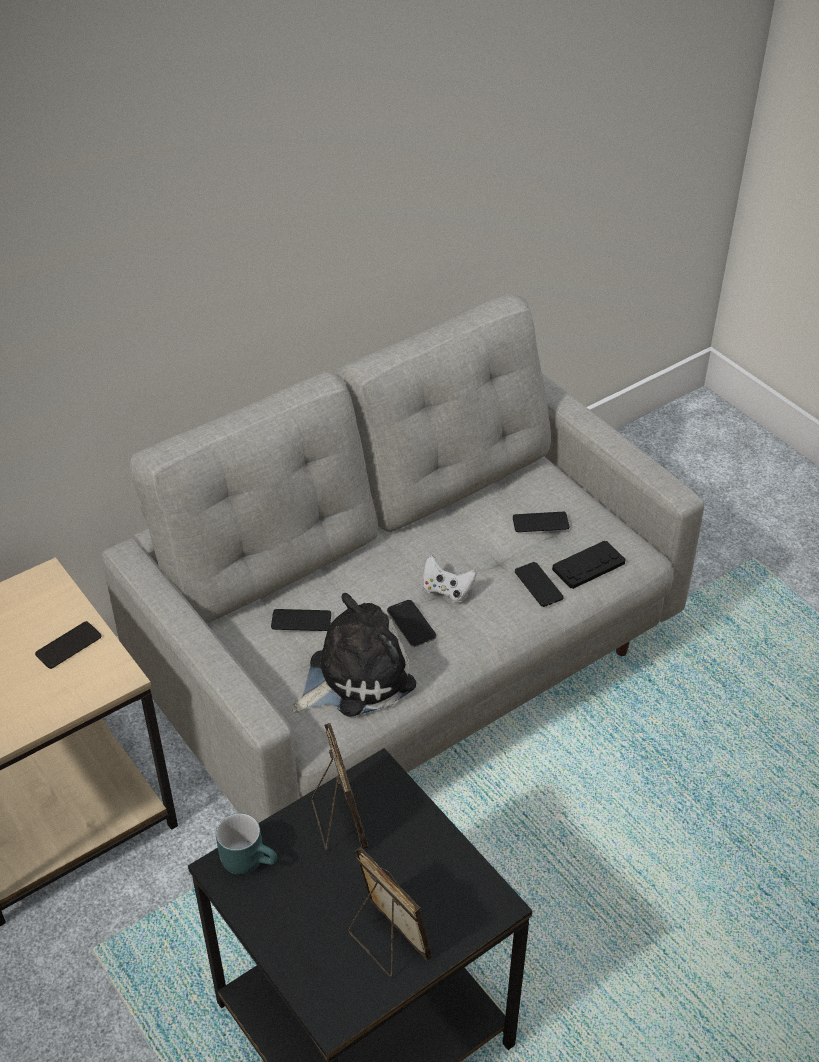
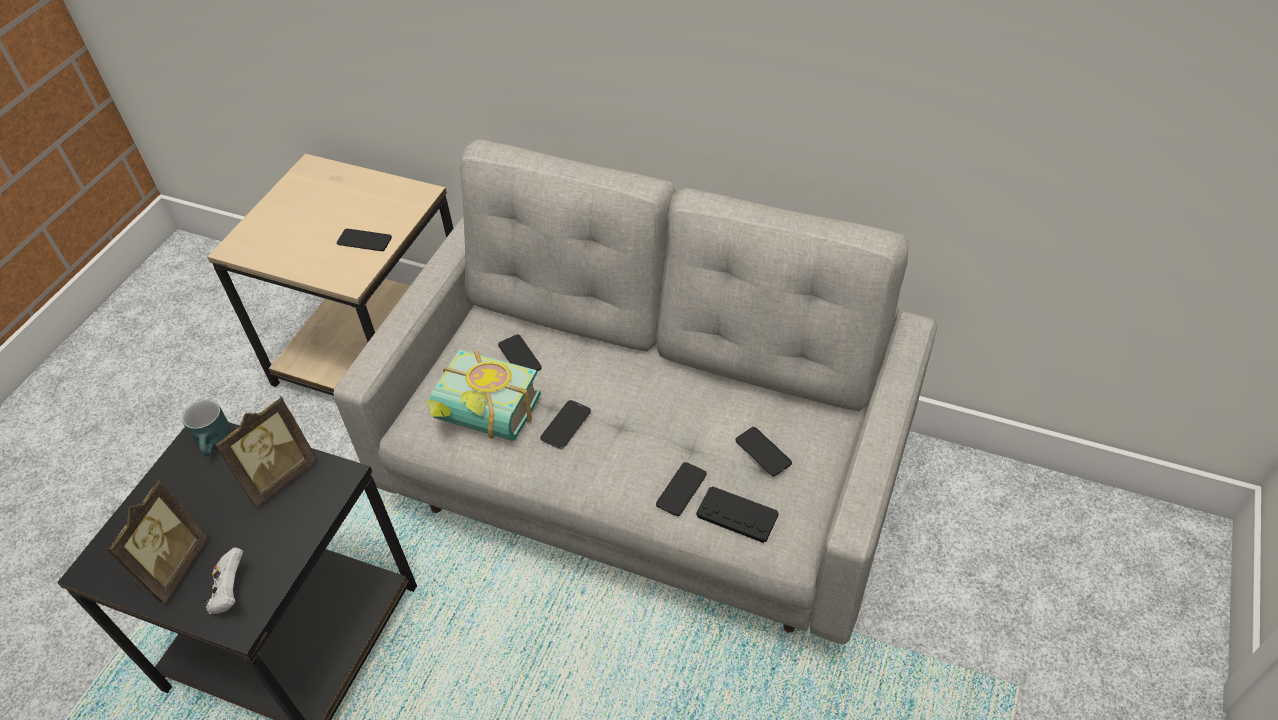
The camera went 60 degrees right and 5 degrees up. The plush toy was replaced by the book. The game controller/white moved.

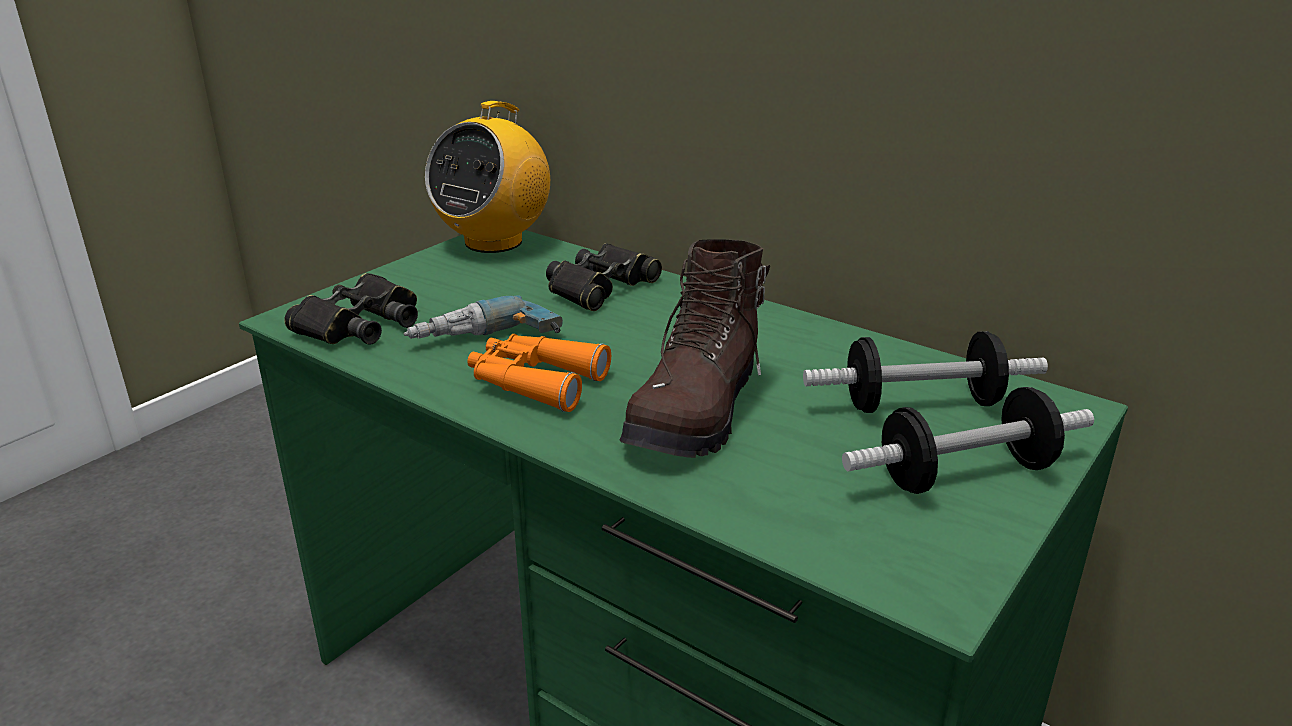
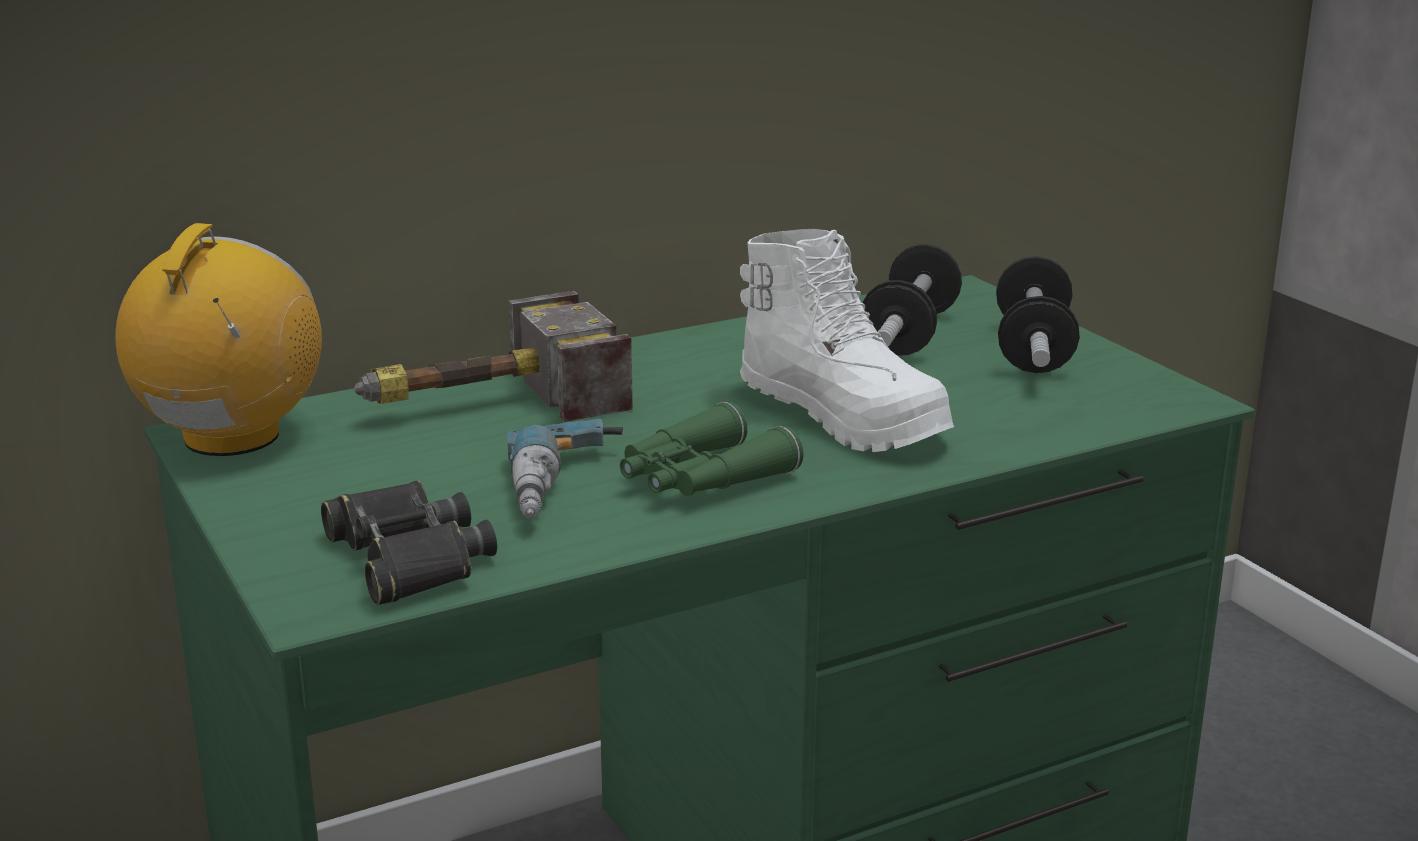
The camera went 65 degrees left and 5 degrees down. The radio turned 135 degrees counterclockwise. The binoculars/orange became the binoculars/green. The binoculars/black (no. 2 from left) was replaced by the hammer. The boot/brown became the boot/white.

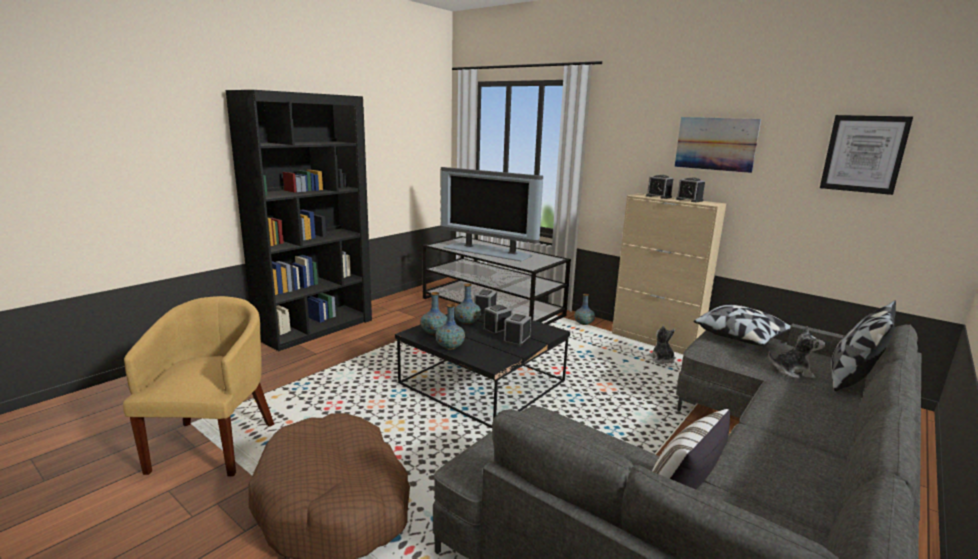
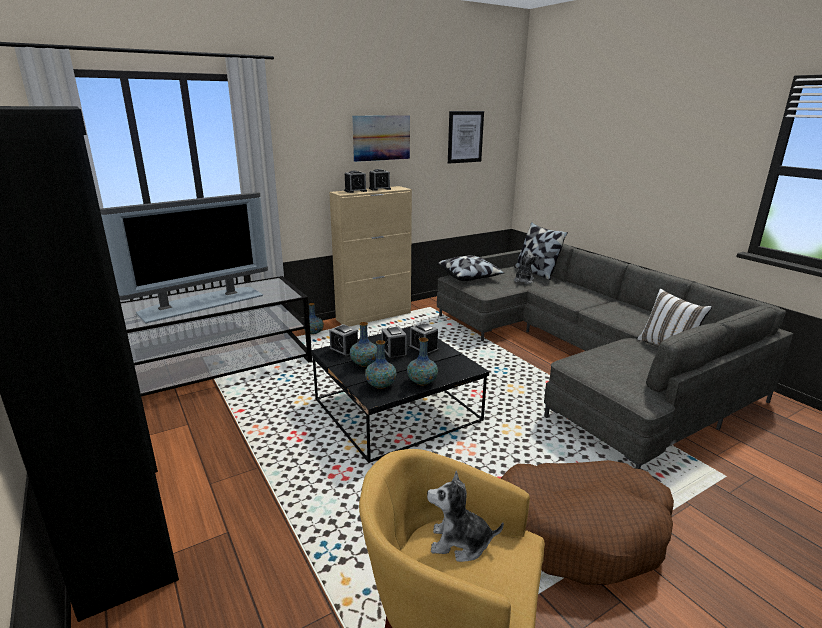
The camera went 70 degrees left and 5 degrees up. The plush toy (no. 1 from left) moved.

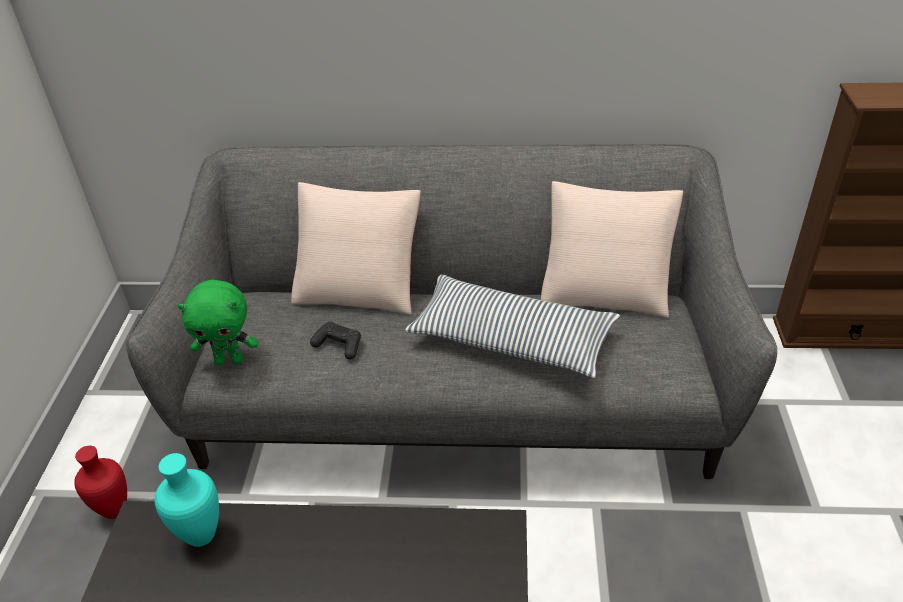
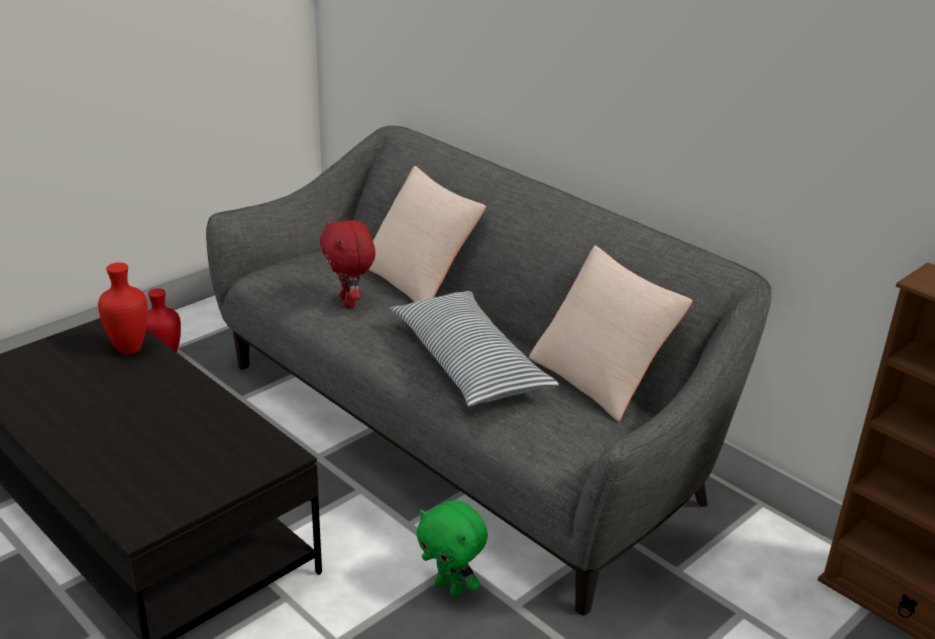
The camera went 40 degrees right and 10 degrees down. The vase/turquoise became the vase/red (no. 1 from left). The plush toy/green moved. The game controller/black was replaced by the plush toy/red.

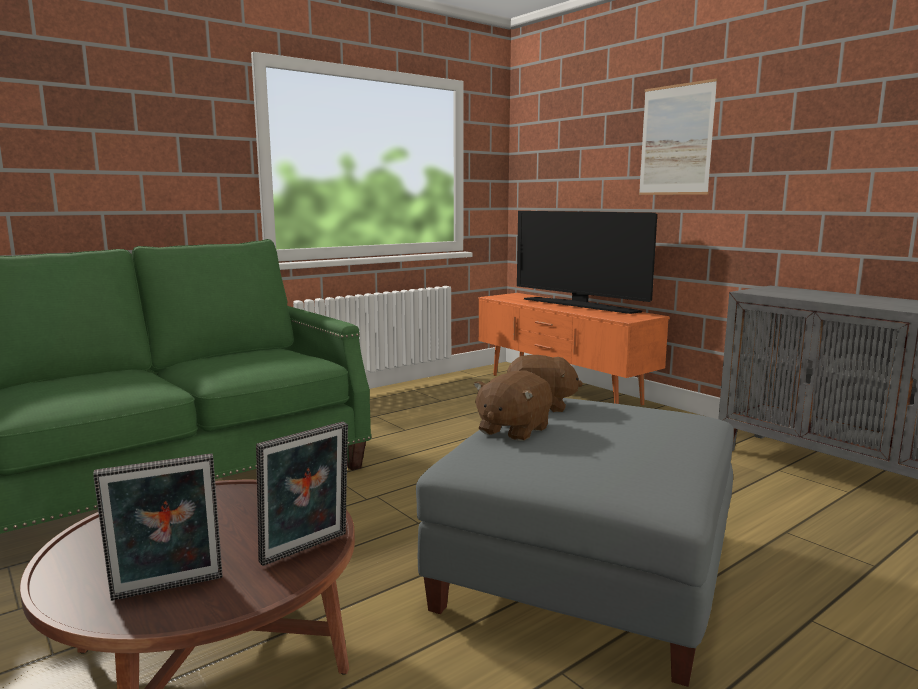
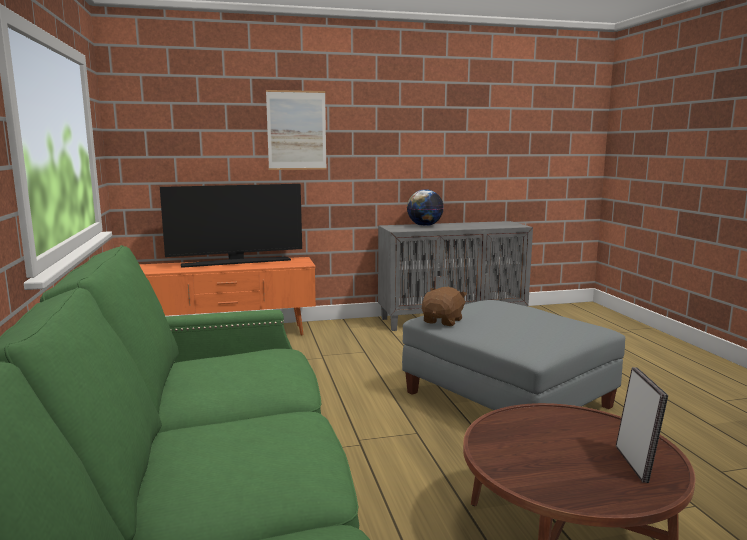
The camera went 65 degrees left and 0 degrees up. The picture frame (no. 2 from left) disappeared. The plush toy/brown (no. 1 from left) disappeared. The globe appeared.

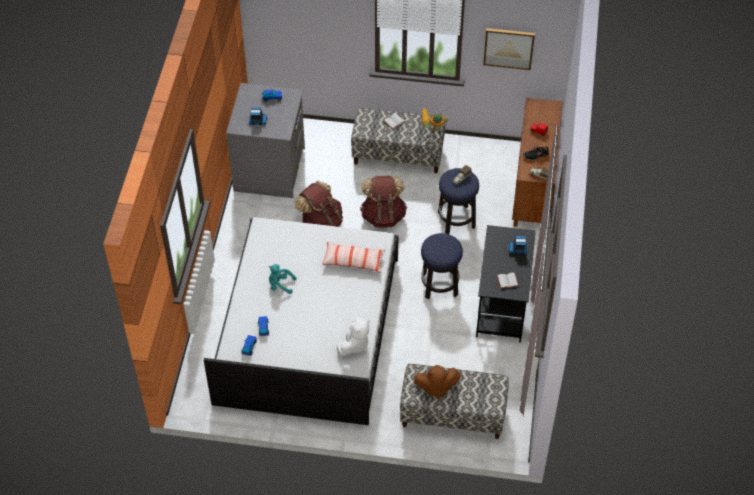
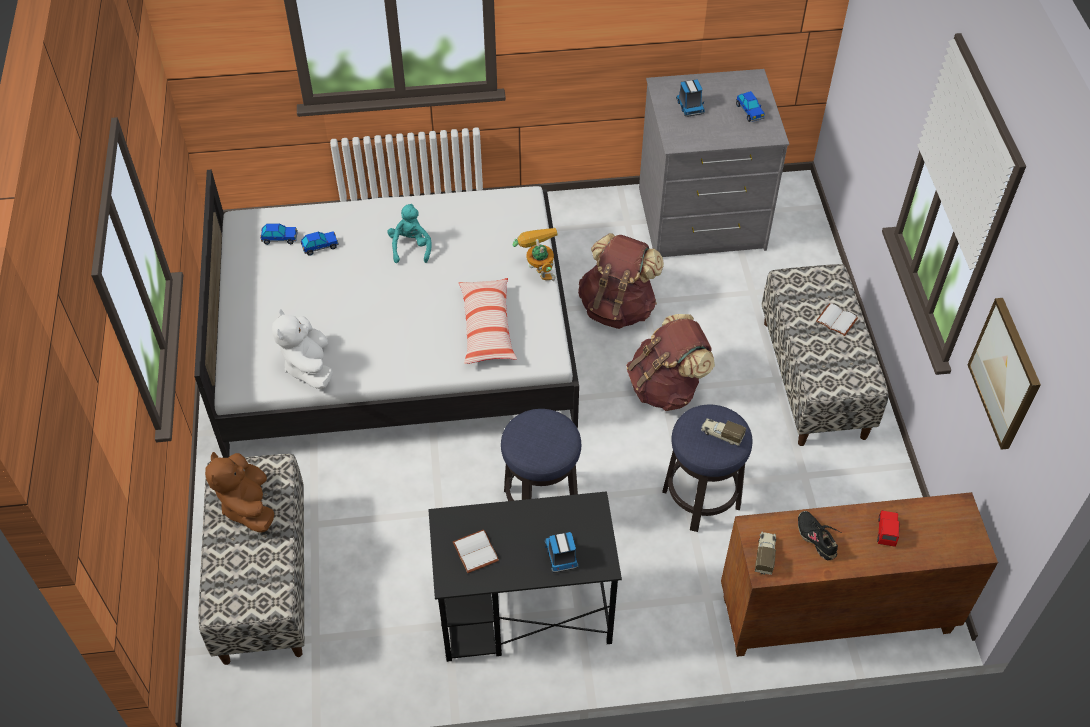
The camera went 75 degrees right and 0 degrees up. The plush toy/white turned 60 degrees clockwise. The toy robot moved.

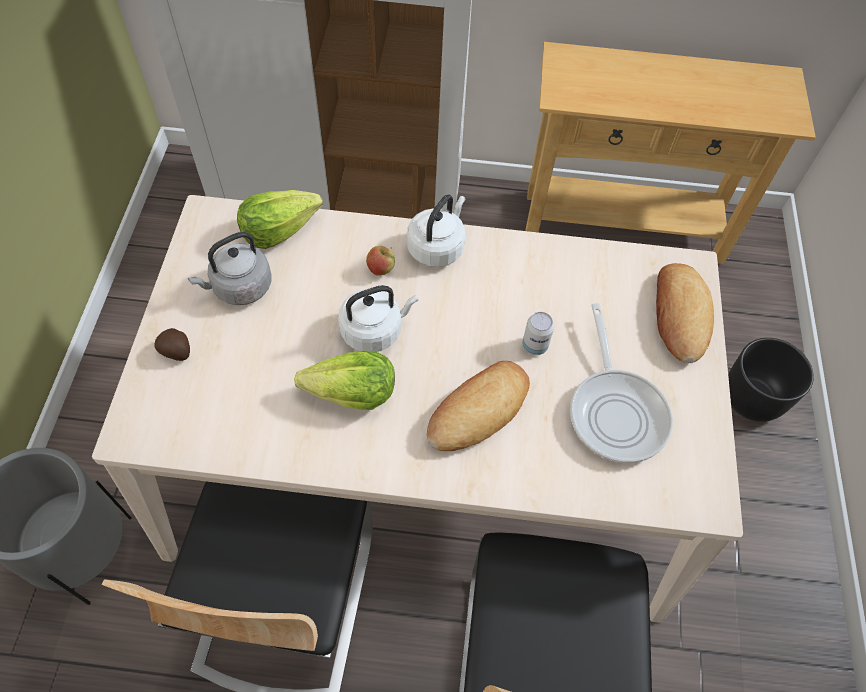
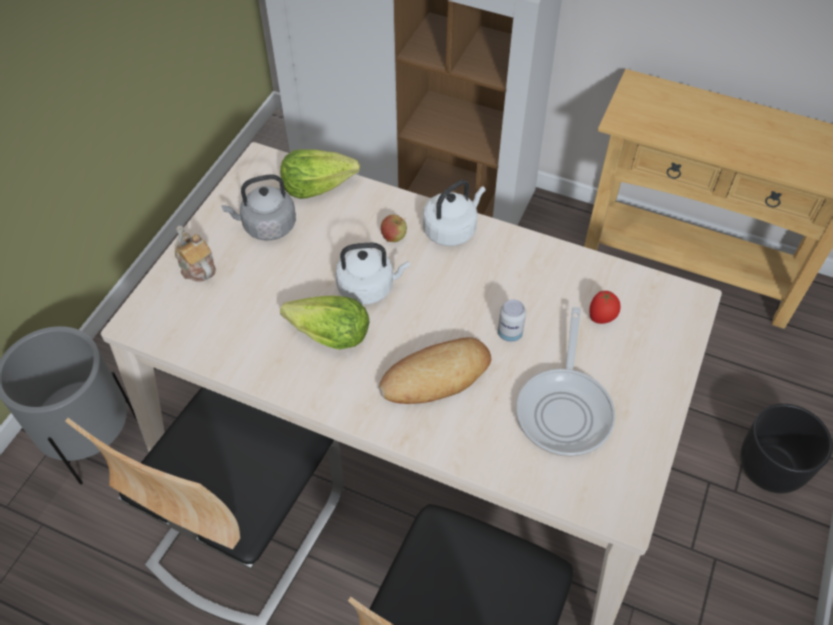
The camera went 20 degrees right and 5 degrees down. The potato was replaced by the teapot. The bread (no. 2 from left) disappeared. The tomato appeared.

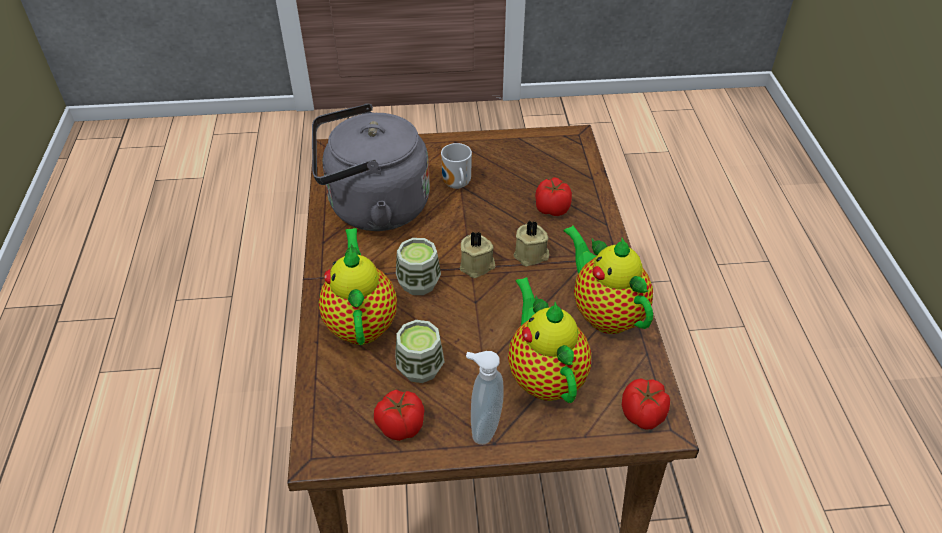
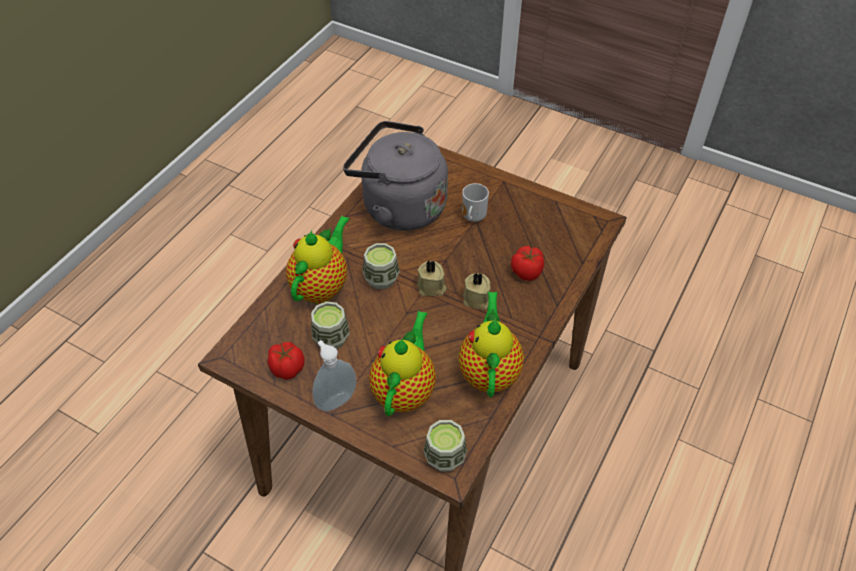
The camera went 35 degrees right and 5 degrees up. The tomato (no. 3 from left) was replaced by the cup (no. 3 from left).

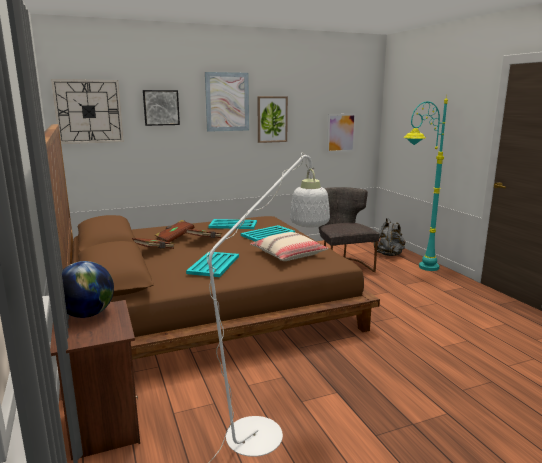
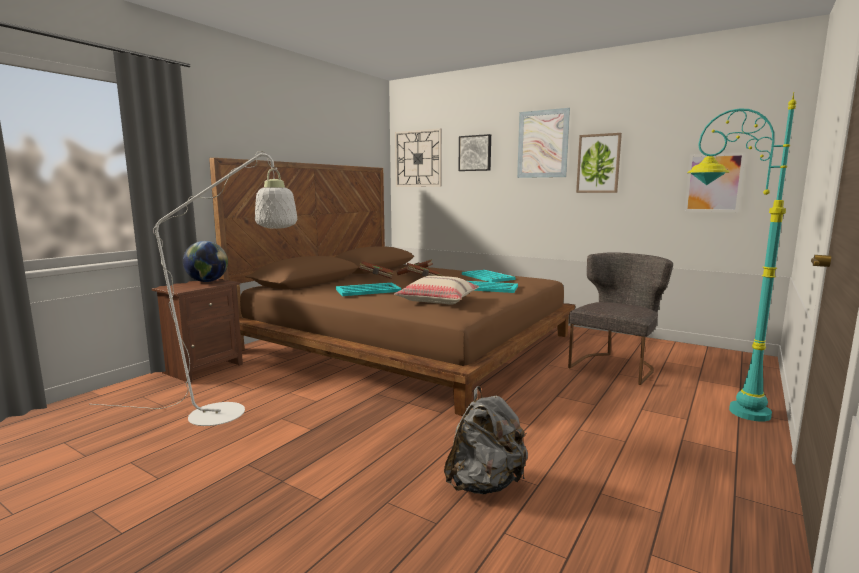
The camera went 55 degrees right and 5 degrees down. The backpack/grey moved.

